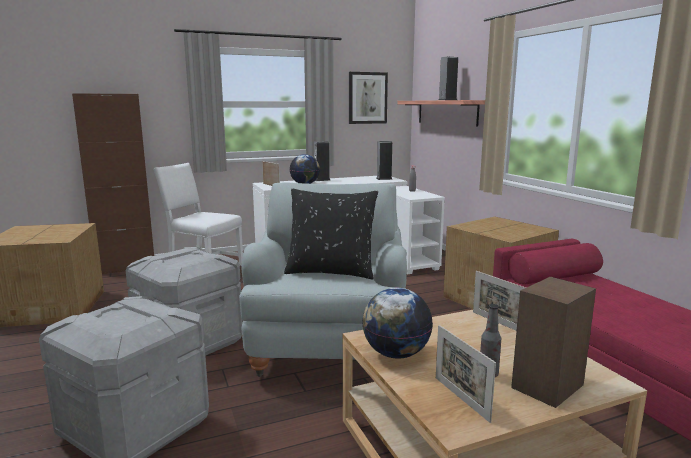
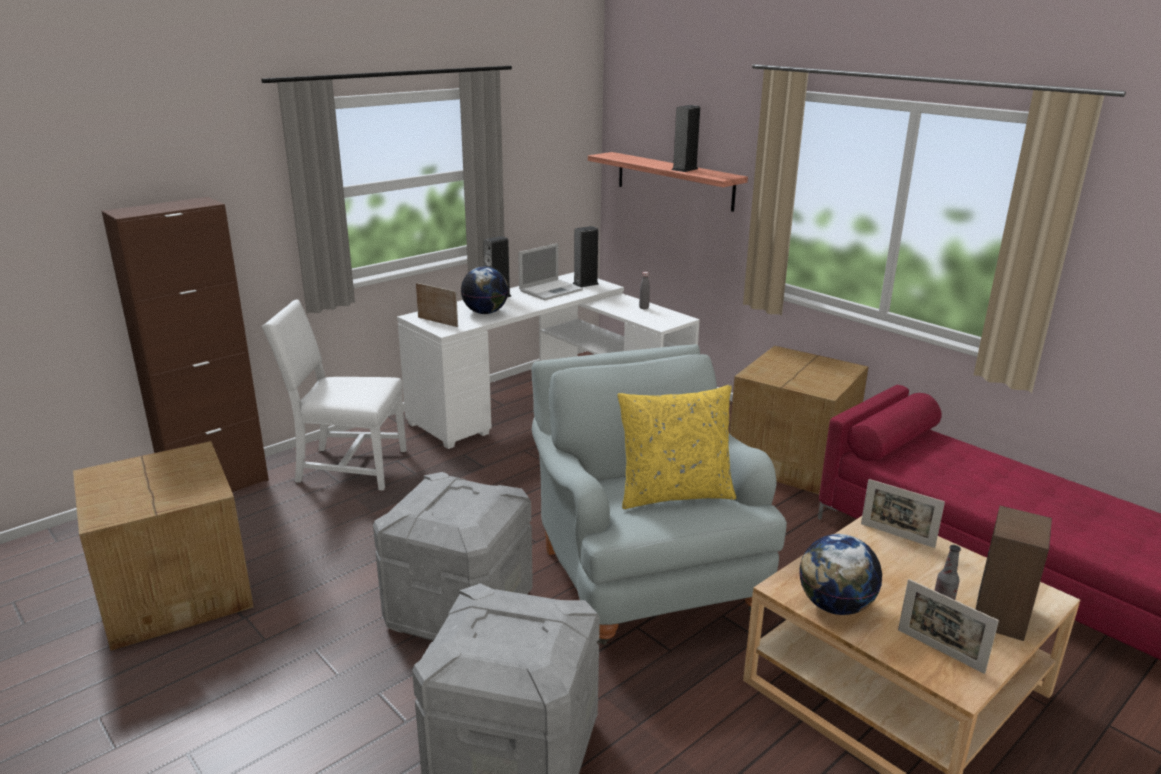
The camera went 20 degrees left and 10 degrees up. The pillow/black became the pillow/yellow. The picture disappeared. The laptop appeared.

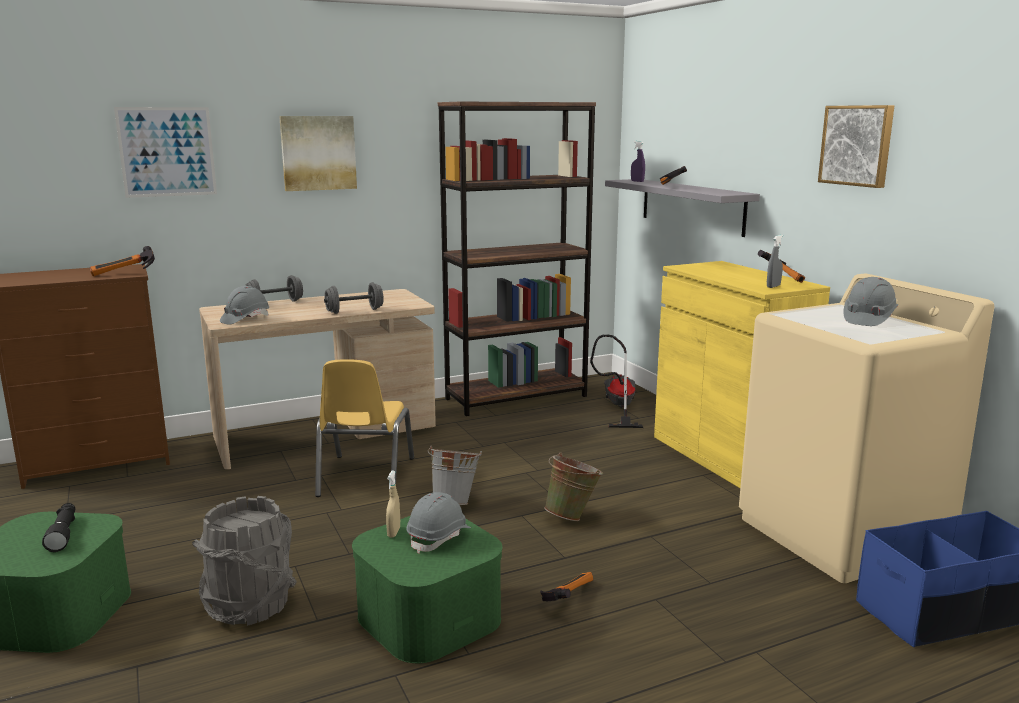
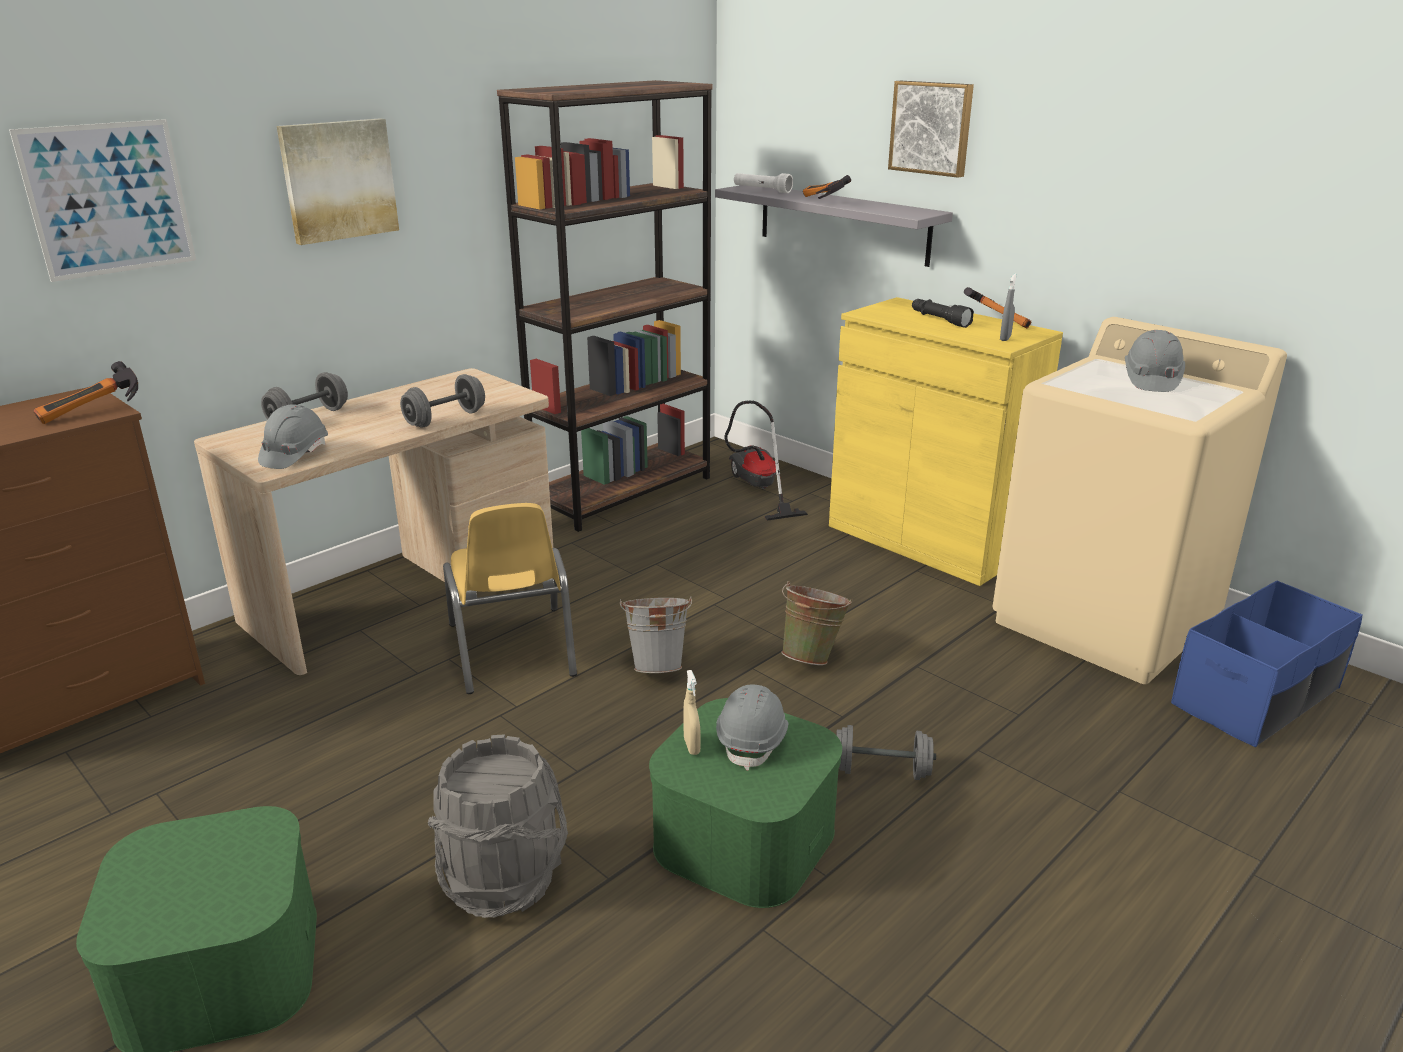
The camera went 20 degrees left and 10 degrees up. The flashlight/black moved. The hammer (no. 2 from left) was replaced by the dumbbell/grey (no. 3 from left). The spray bottle/purple was replaced by the flashlight/white. The picture (no. 3 from left) moved.

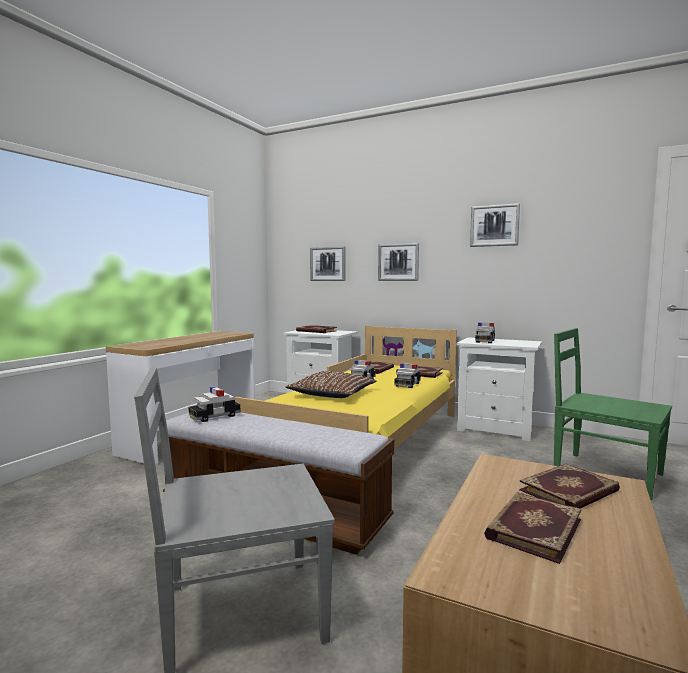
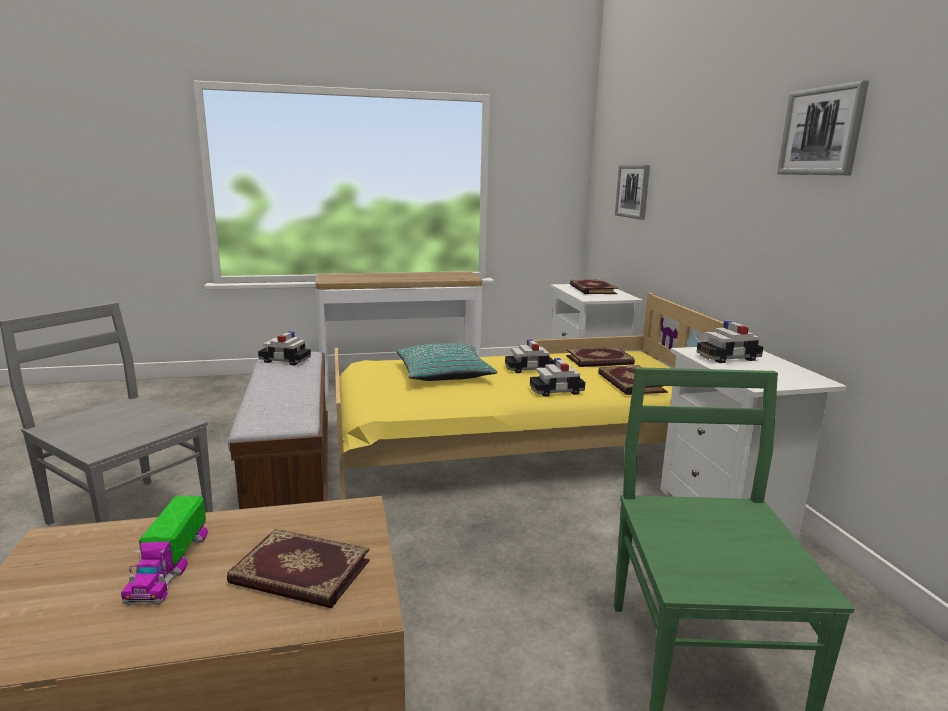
The camera went 50 degrees right and 10 degrees up. The pillow/brown became the pillow/turquoise. The picture (no. 2 from left) disappeared. The book (no. 4 from left) was replaced by the toy truck.

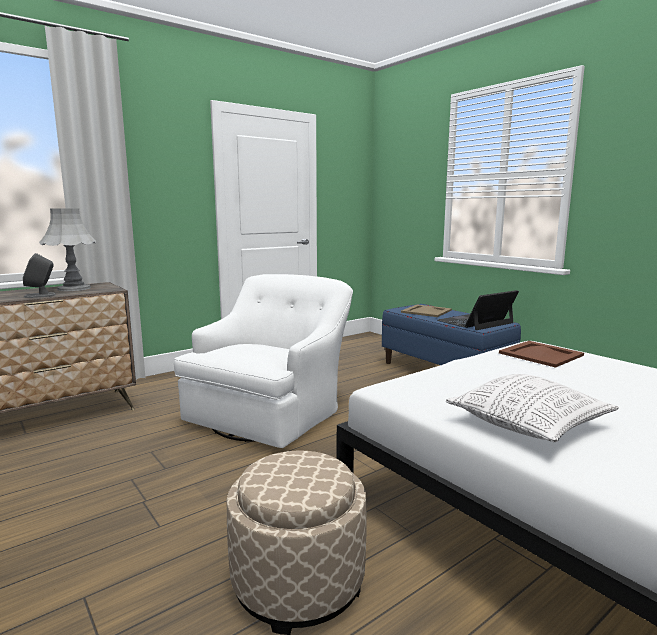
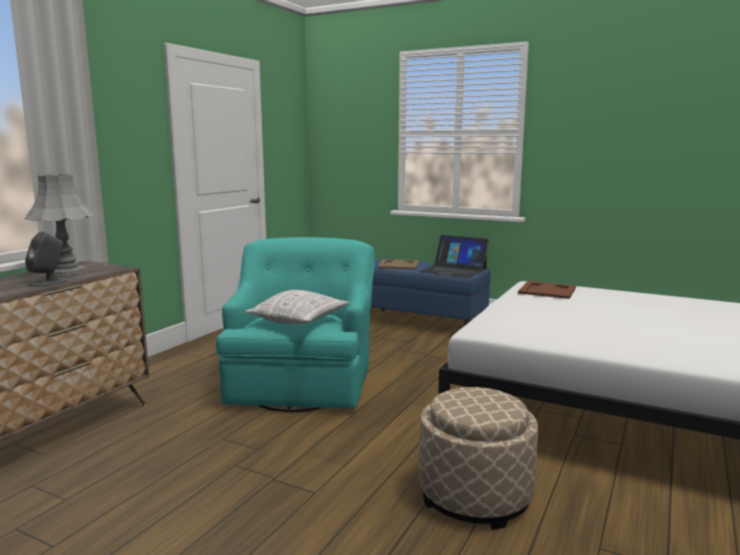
The camera went 25 degrees left and 0 degrees up. The armchair/white became the armchair/turquoise. The laptop turned 90 degrees counterclockwise. The pillow moved.

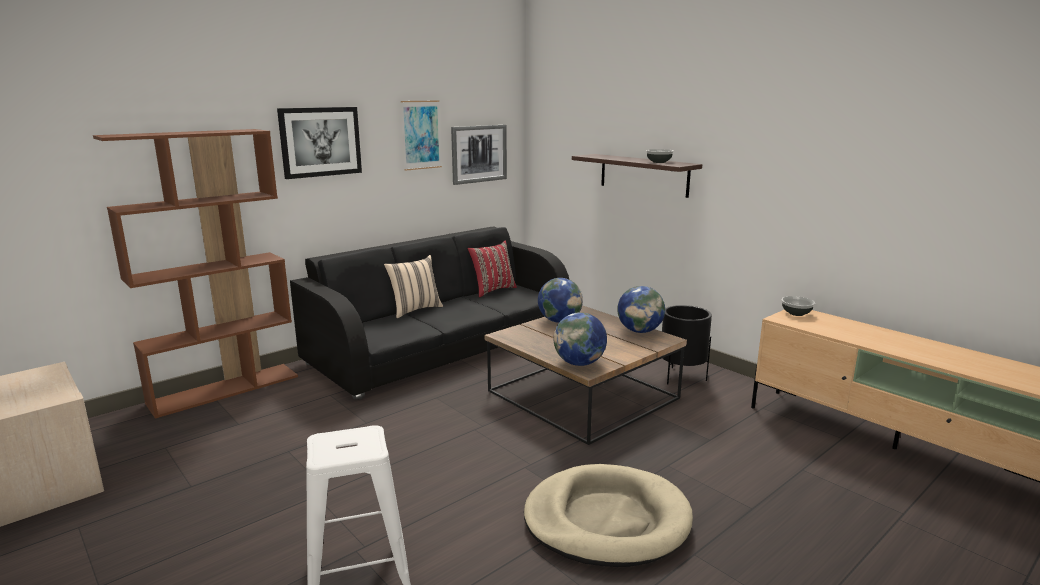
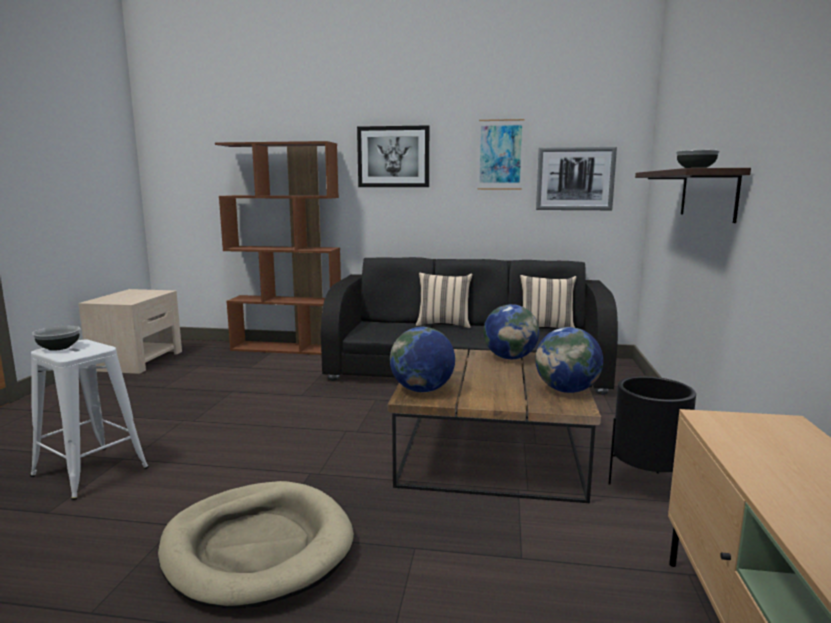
The camera went 50 degrees right and 5 degrees down. The pillow/red became the pillow/beige (no. 2 from left). The bowl (no. 2 from left in the first image) moved.

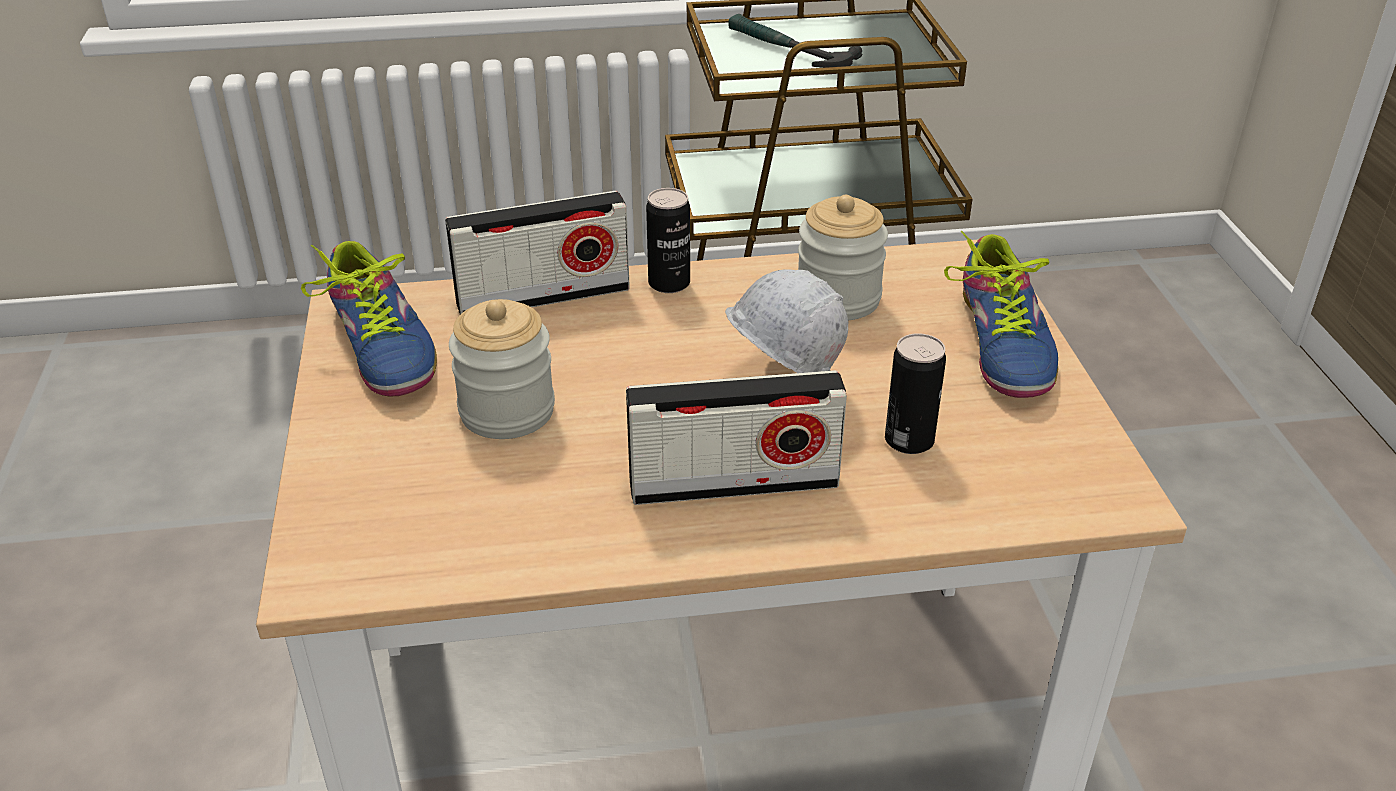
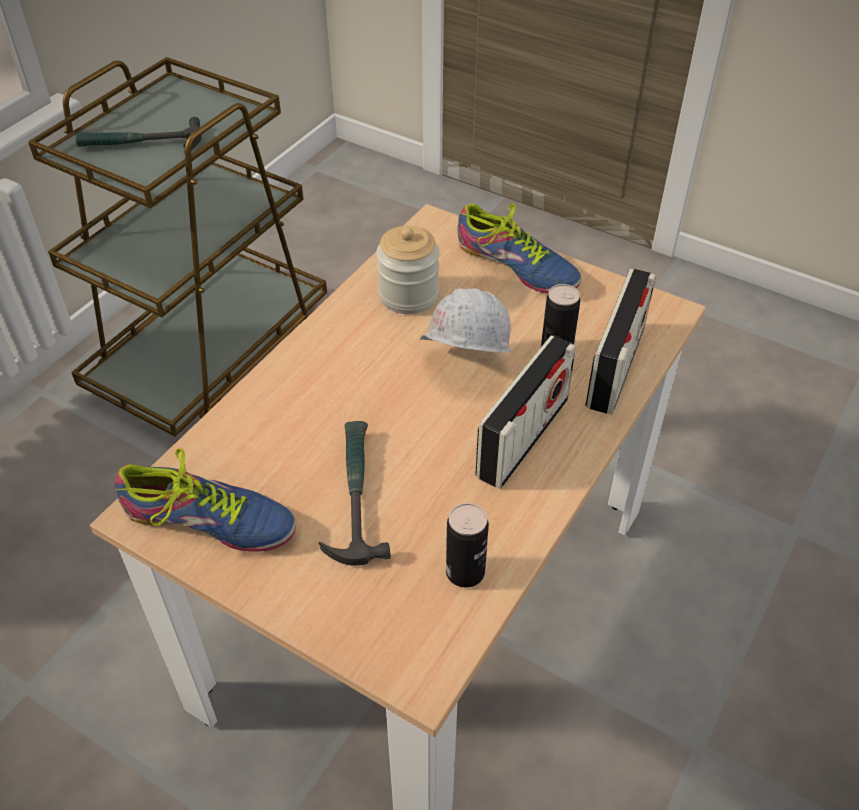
The camera went 50 degrees left and 10 degrees up. The radio (no. 1 from left in the first image) moved. The jar (no. 1 from left) was replaced by the hammer (no. 2 from left). The can (no. 1 from left) moved.

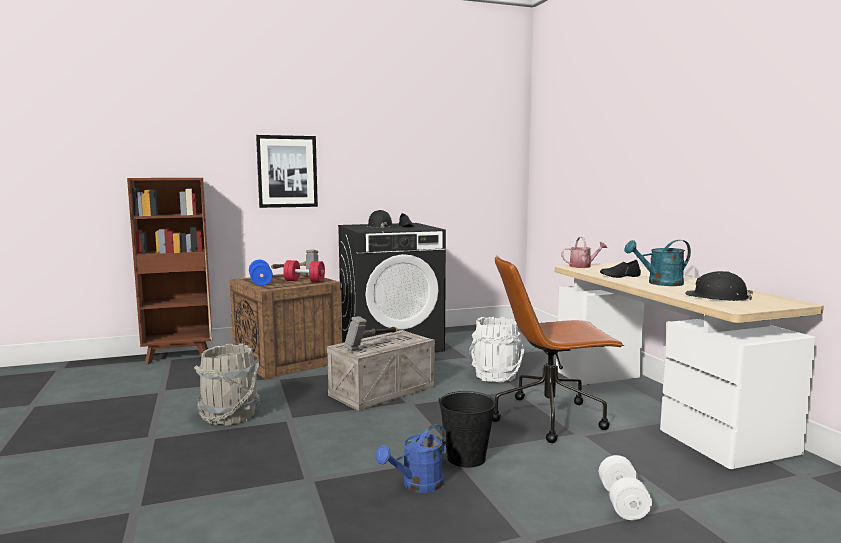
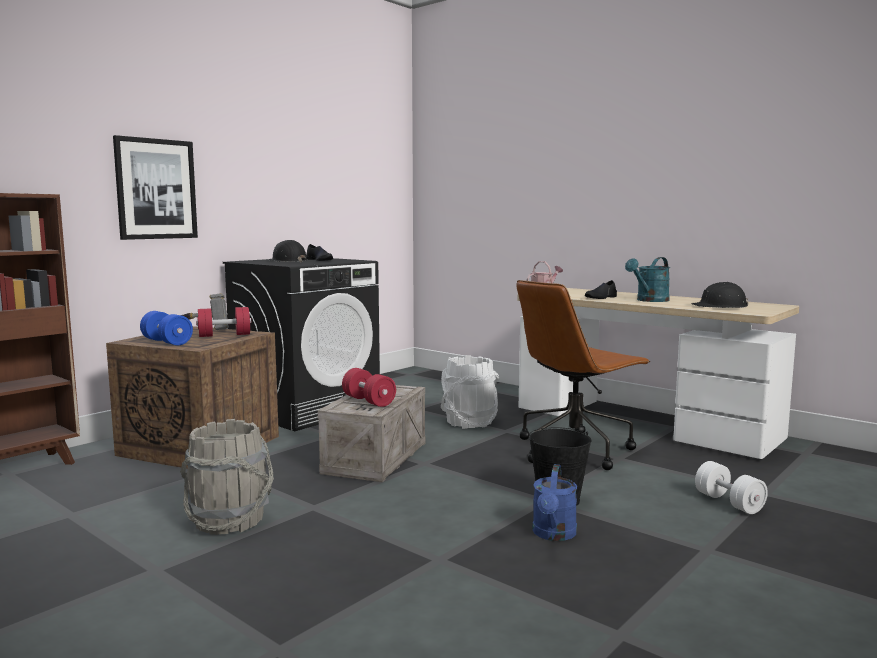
The camera went 30 degrees left and 0 degrees up. The hammer (no. 2 from left) was replaced by the dumbbell/red (no. 2 from left).

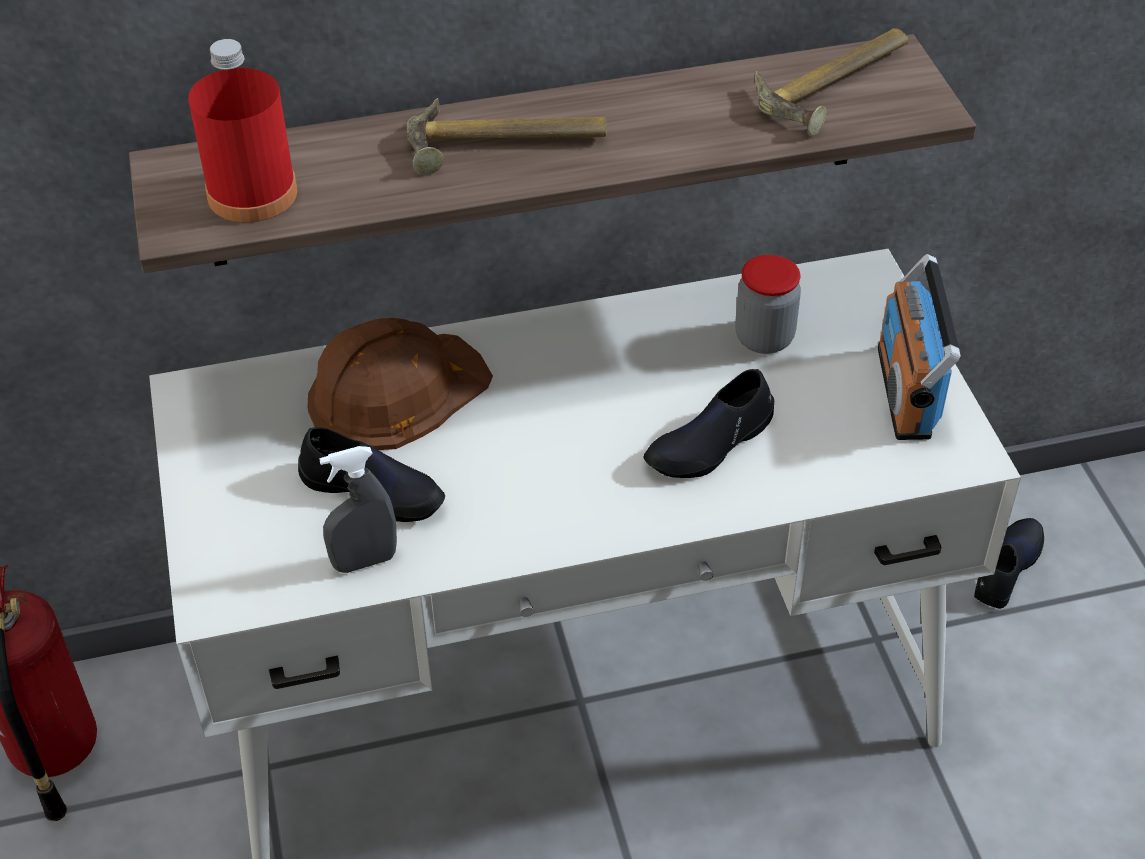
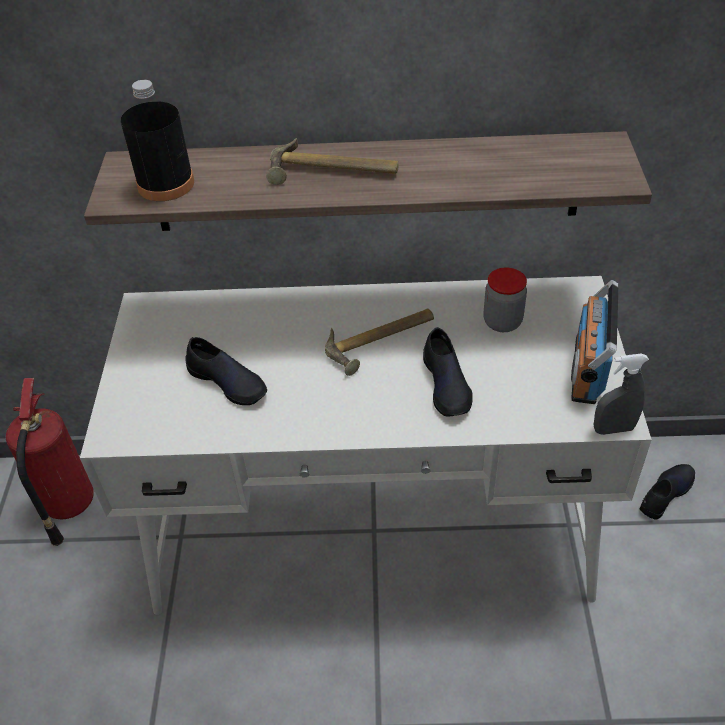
The camera went 15 degrees right and 0 degrees up. The bottle/red became the bottle/black. The hard hat/brown disappeared. The spray bottle/grey moved. The shoe/black (no. 2 from left) turned 75 degrees counterclockwise. The hammer (no. 2 from left) moved.

